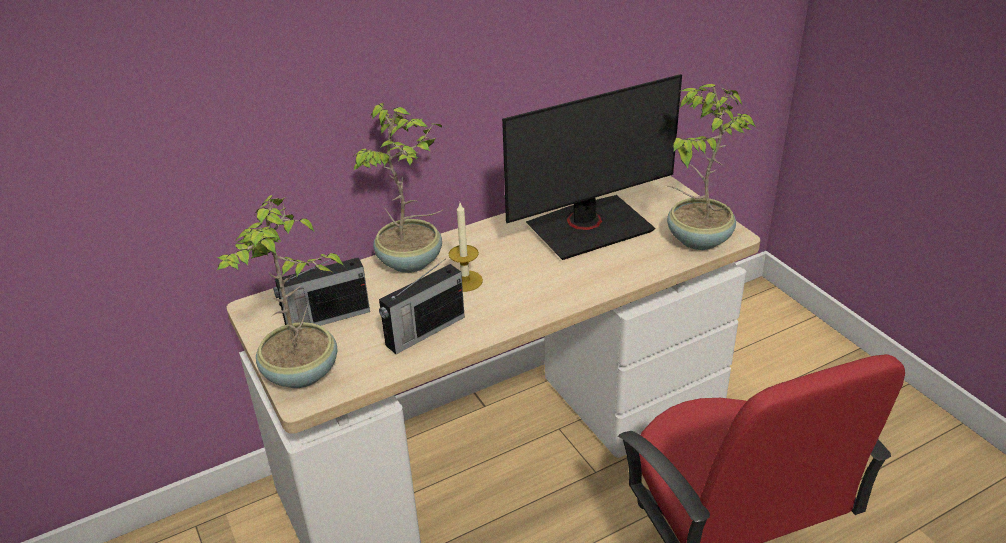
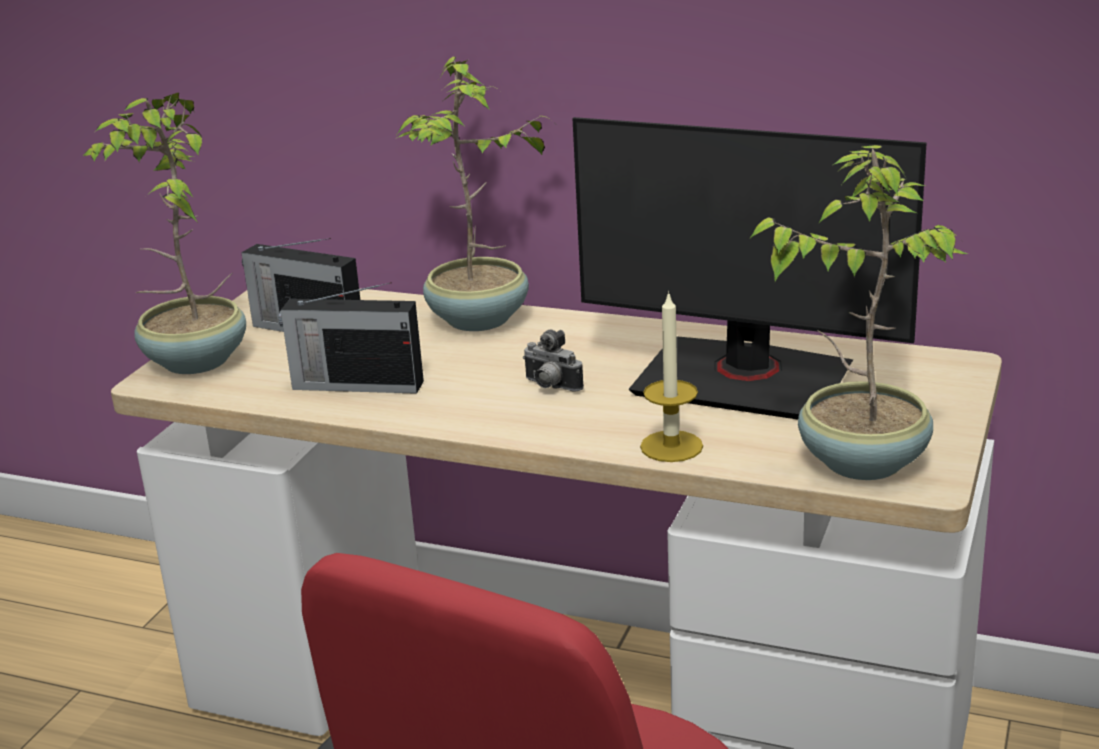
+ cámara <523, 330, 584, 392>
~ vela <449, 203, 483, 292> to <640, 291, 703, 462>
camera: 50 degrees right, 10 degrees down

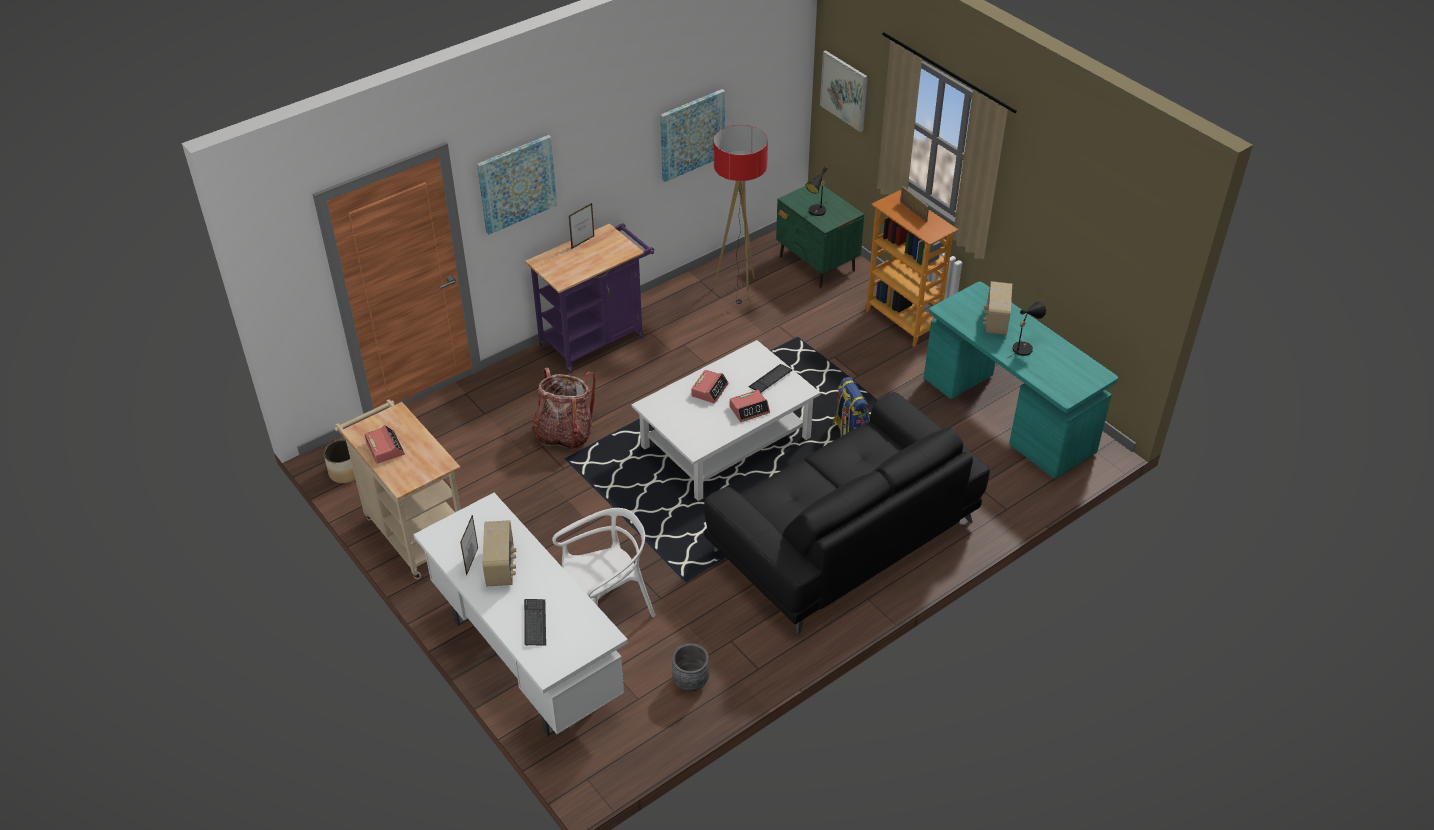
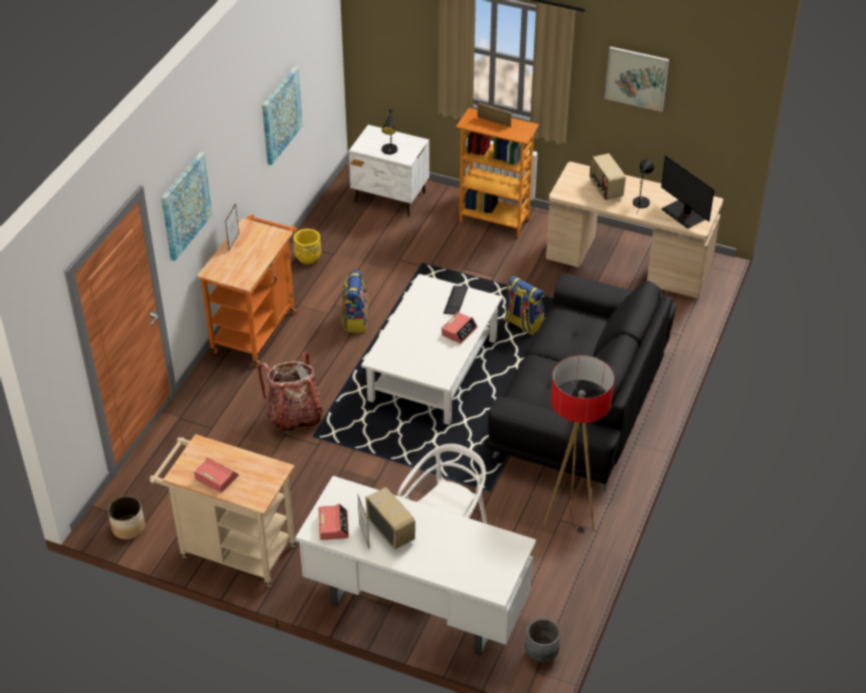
- teclado <524, 599, 546, 646>
+ maceta/amarillo <293, 229, 321, 264>
+ mochila <341, 270, 369, 333>
+ monitor <661, 156, 714, 229>
~ maceta/gris <672, 643, 709, 692> to <525, 618, 561, 663>
~ despertador <691, 370, 729, 404> to <319, 504, 349, 540>
~ lámpara de pie <713, 125, 768, 306> to <544, 355, 614, 534>
~ cuadro <820, 50, 868, 132> to <605, 46, 669, 112>
~ carrito/morado <525, 223, 654, 374> to carrito/naranja <197, 214, 297, 366>
~ mesita de noche/verde <776, 185, 864, 288> to mesita de noche/blanco <349, 125, 429, 217>
~ escritorio/turquesa <924, 281, 1118, 479> to escritorio/beis <546, 162, 723, 298>
camera: 30 degrees left, 0 degrees up

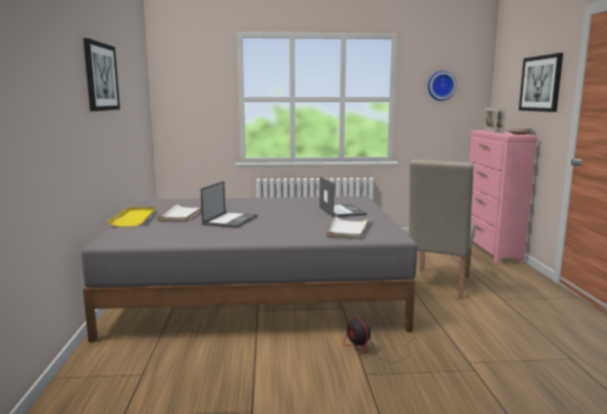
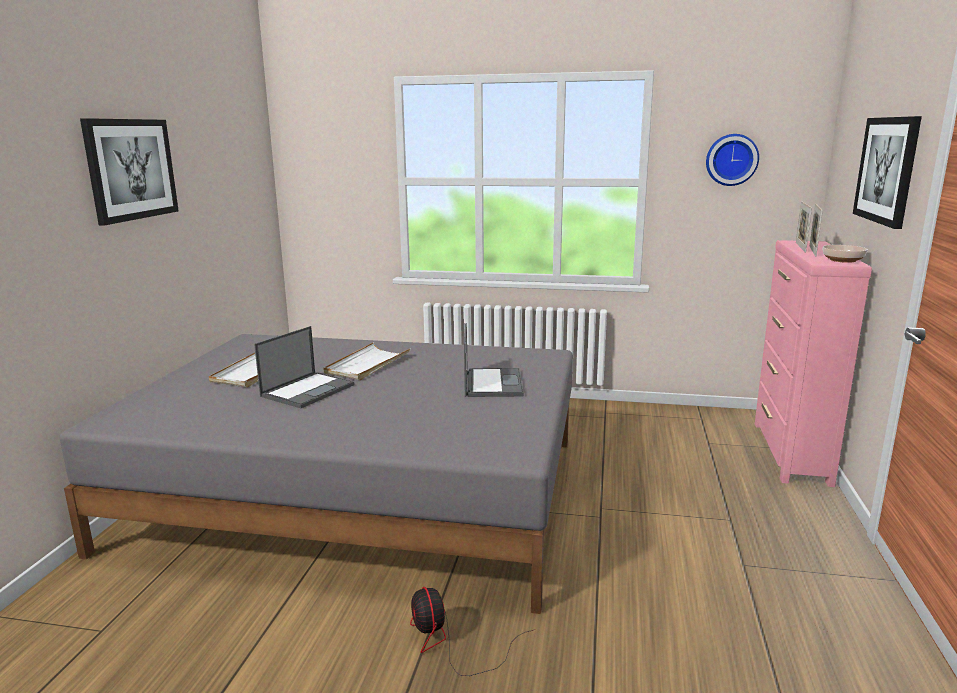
- bandeja/amarillo <107, 207, 157, 227>
- silla/beis <408, 160, 475, 299>
~ bandeja/blanco <327, 215, 370, 239> to <324, 342, 411, 380>
camera: 15 degrees right, 5 degrees up

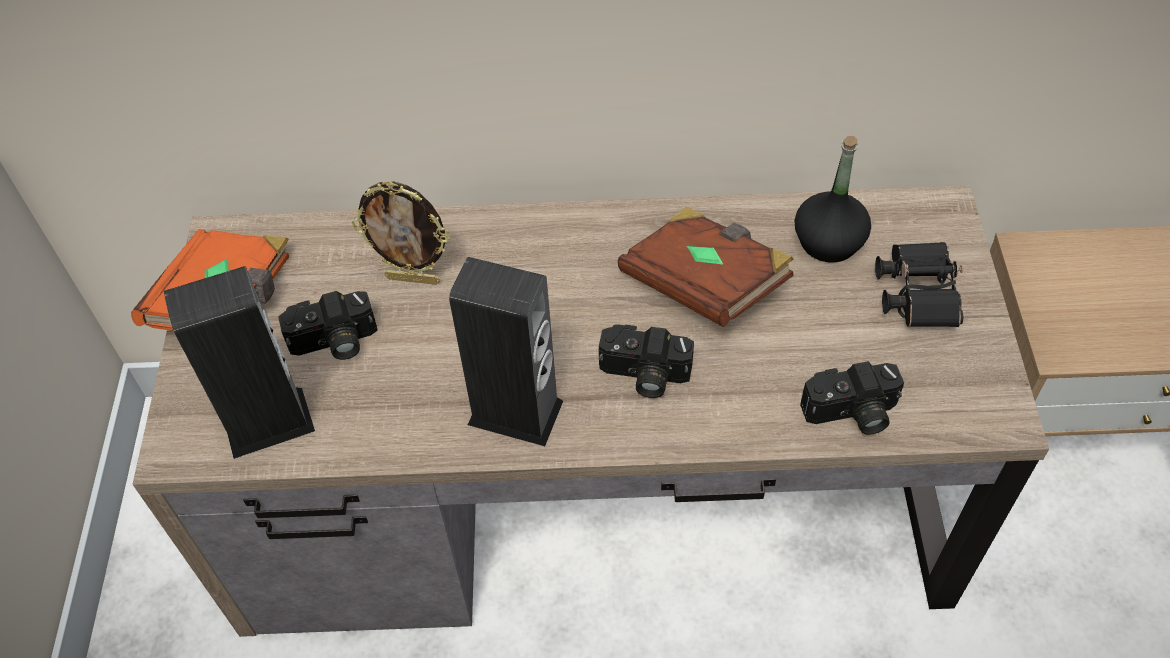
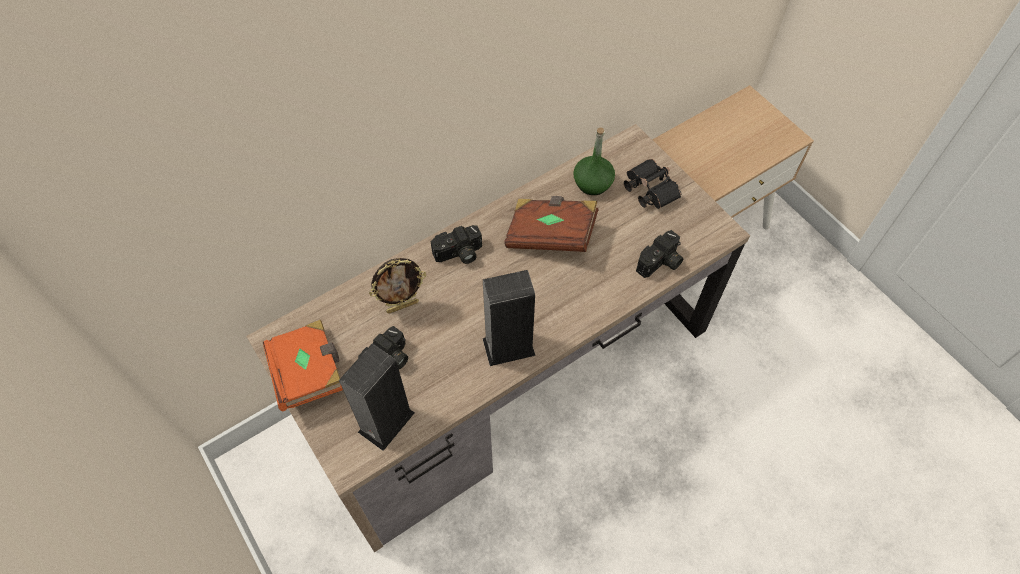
~ cámara <599, 324, 694, 398> to <431, 225, 482, 264>
~ botella/negro <795, 136, 871, 262> to botella/verde <573, 127, 615, 195>
camera: 35 degrees left, 5 degrees up

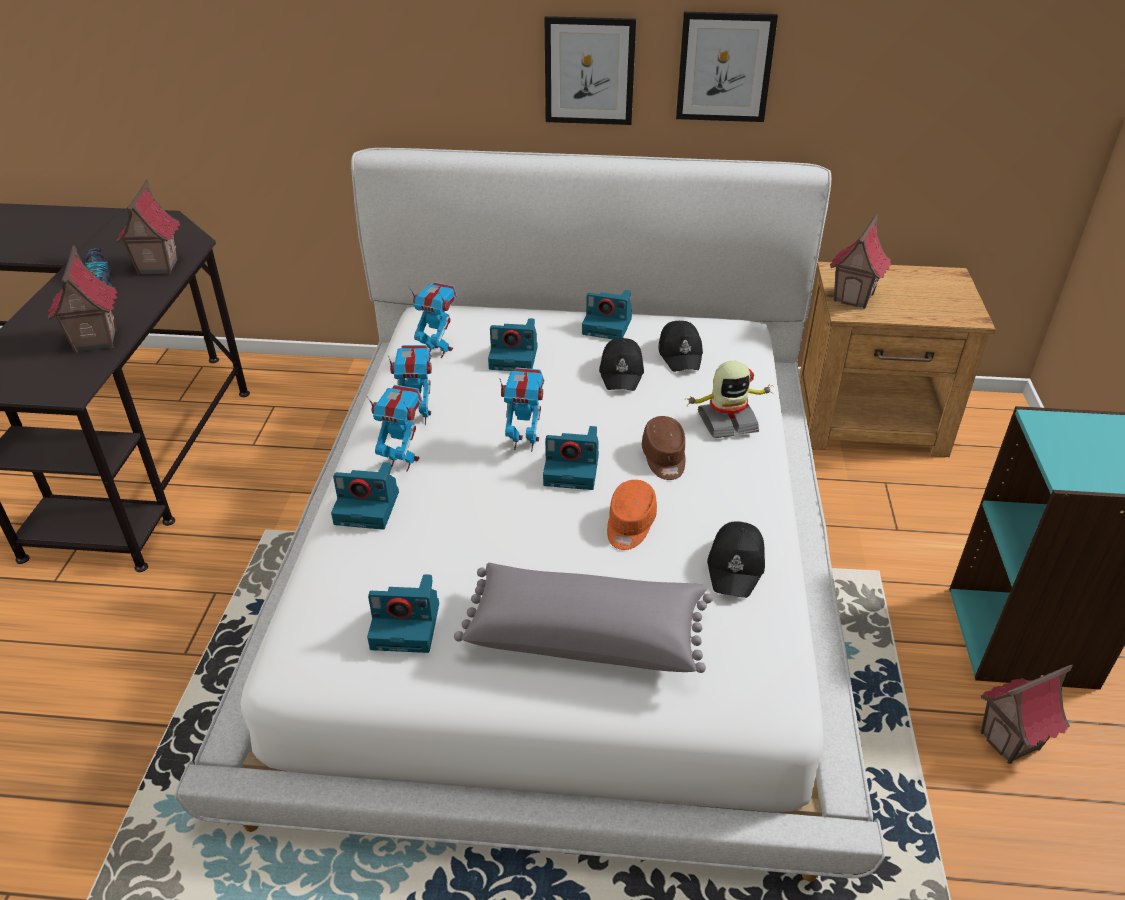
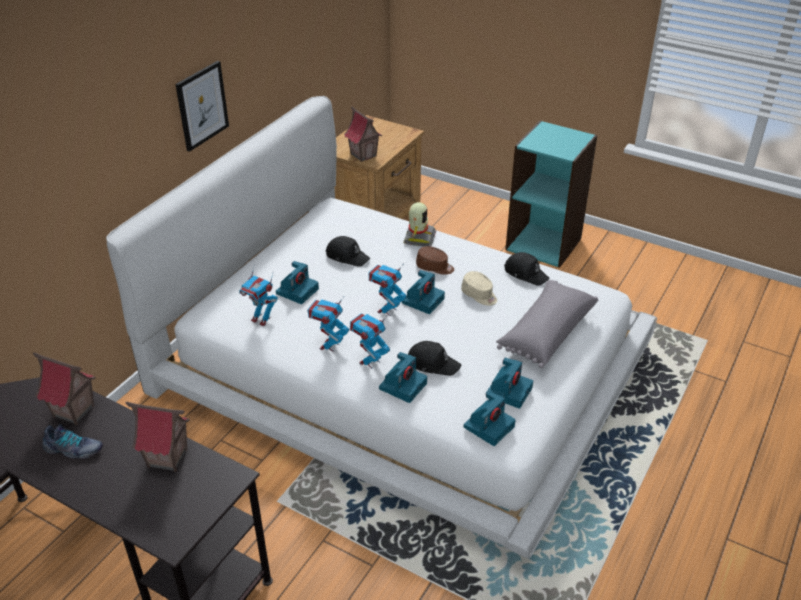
- cuadro <676, 12, 778, 122>
- casita <981, 665, 1073, 764>
~ cámara <582, 290, 632, 339> to <464, 391, 515, 446>
~ gorra/negro <659, 321, 703, 372> to <408, 341, 461, 376>
~ gorra/naranja <607, 480, 657, 550> to gorra/beis <461, 271, 497, 306>
~ robot de juguete <409, 282, 458, 358> = <239, 264, 278, 326> 105 degrees counterclockwise
camera: 65 degrees left, 0 degrees up

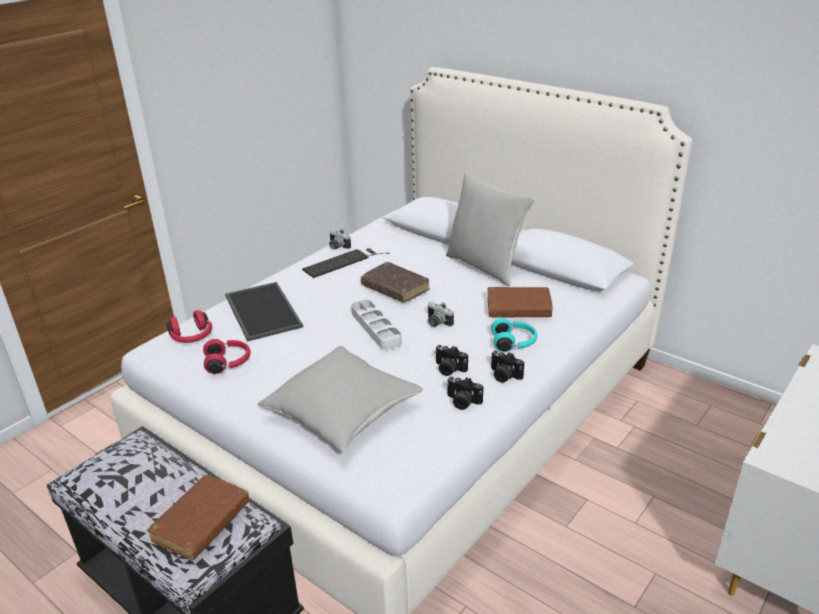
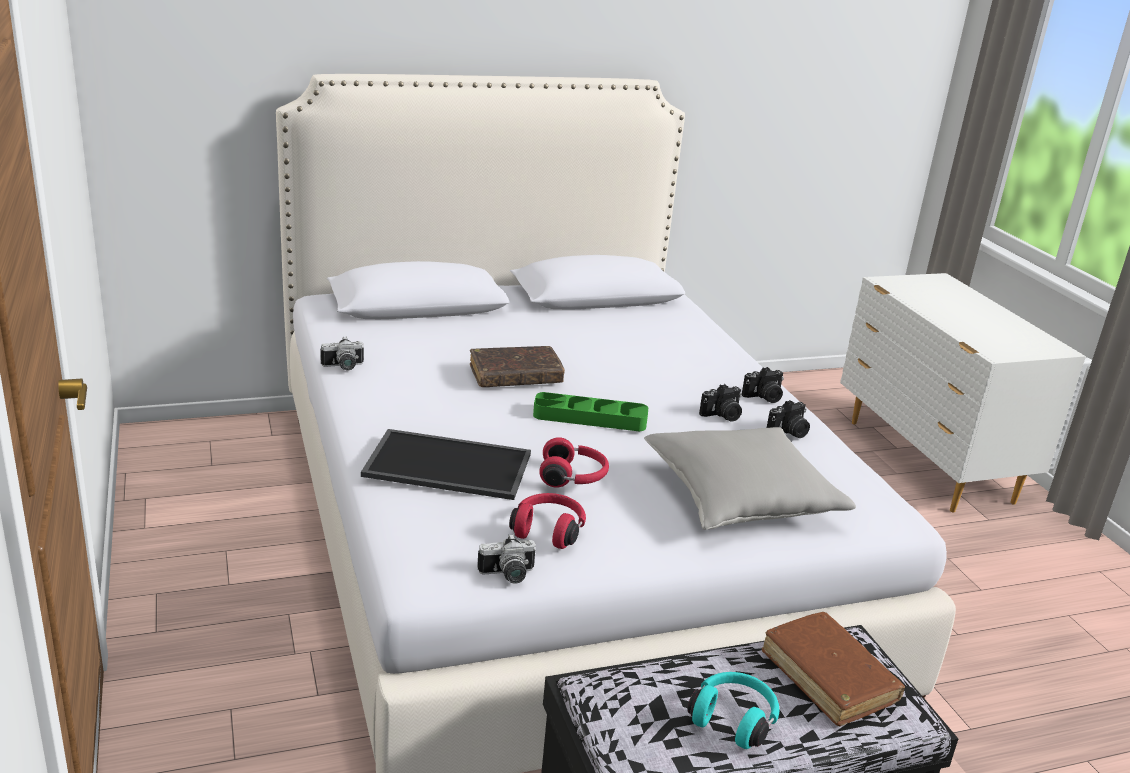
- teclado <302, 248, 390, 278>
- cojín/gris <446, 174, 534, 286>
- libro/marrón <488, 287, 553, 318>
~ auriculares/rojo <167, 310, 212, 343> to <540, 437, 609, 488>
~ cámara <427, 301, 454, 327> to <477, 534, 536, 584>
~ auriculares/turquesa <491, 318, 537, 352> to <687, 672, 780, 749>
~ bandeja/gris <351, 300, 402, 350> to bandeja/verde <533, 392, 648, 431>
camera: 60 degrees left, 5 degrees down

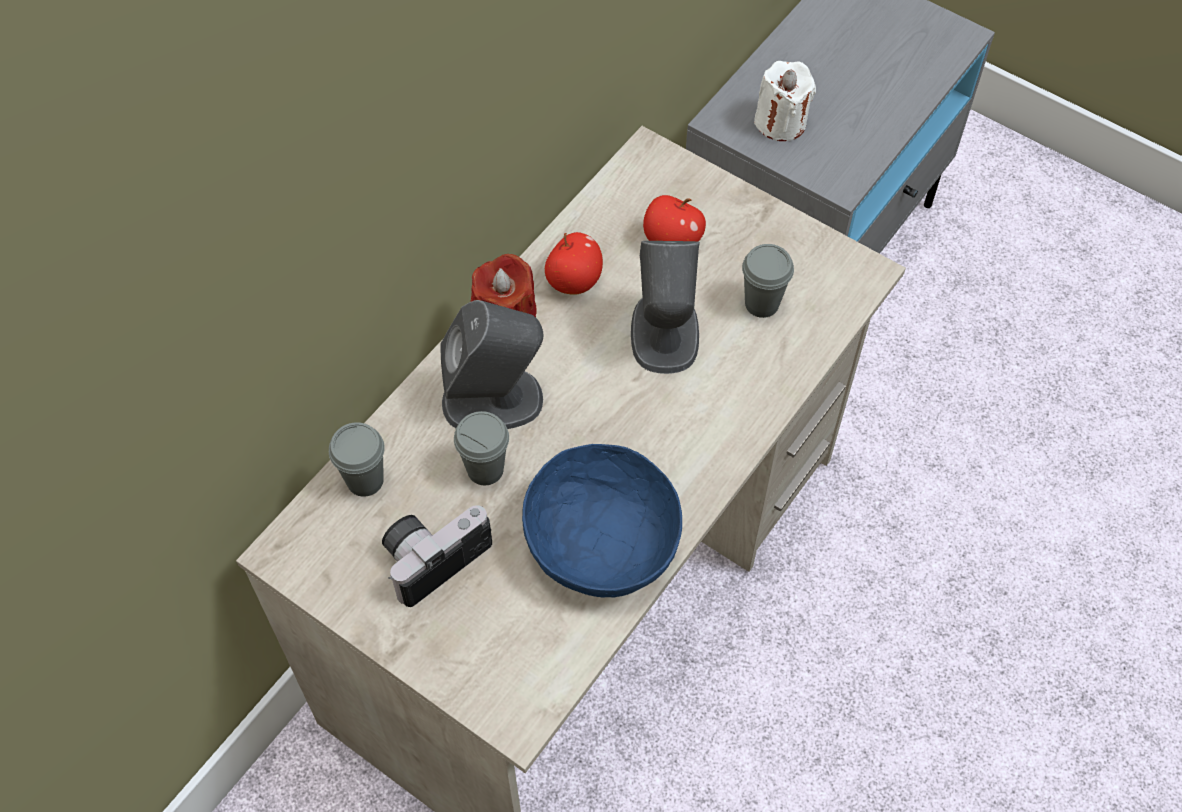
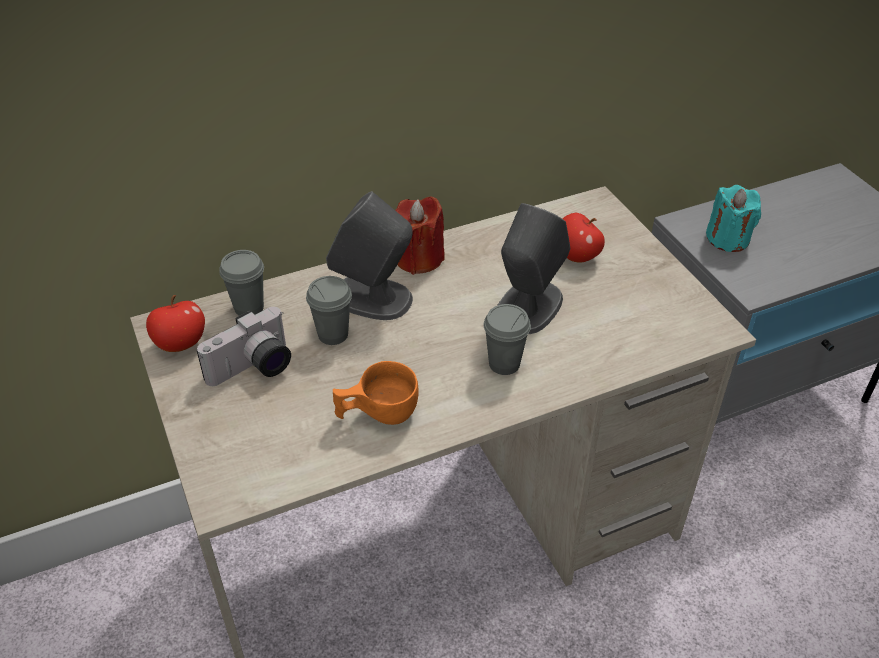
~ manzana <545, 232, 603, 295> to <146, 295, 205, 352>
~ taza/gris <742, 244, 794, 318> to <484, 304, 531, 375>
~ cuenco/azul <522, 444, 682, 597> to taza/naranja <333, 361, 418, 425>
~ vela/blanco <754, 61, 816, 141> to vela/turquesa <706, 185, 761, 252>
~ cámara <382, 505, 492, 607> = <197, 307, 291, 386> 150 degrees clockwise
camera: 30 degrees right, 15 degrees down

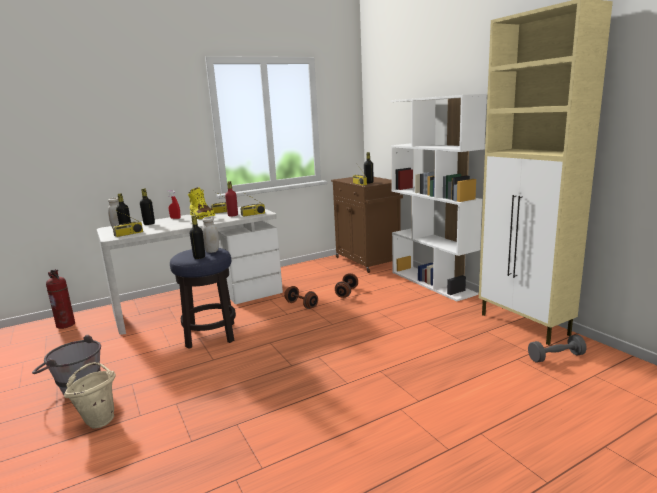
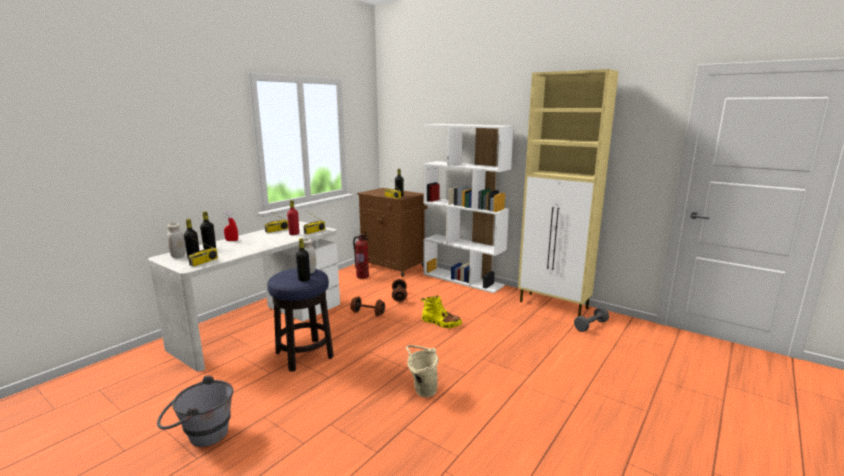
~ extintor <46, 269, 75, 329> to <353, 234, 369, 279>
~ cubo/beis <64, 362, 116, 428> to <406, 345, 439, 397>
~ bota/amarillo <188, 188, 215, 219> to <421, 295, 462, 328>
camera: 25 degrees left, 0 degrees up

